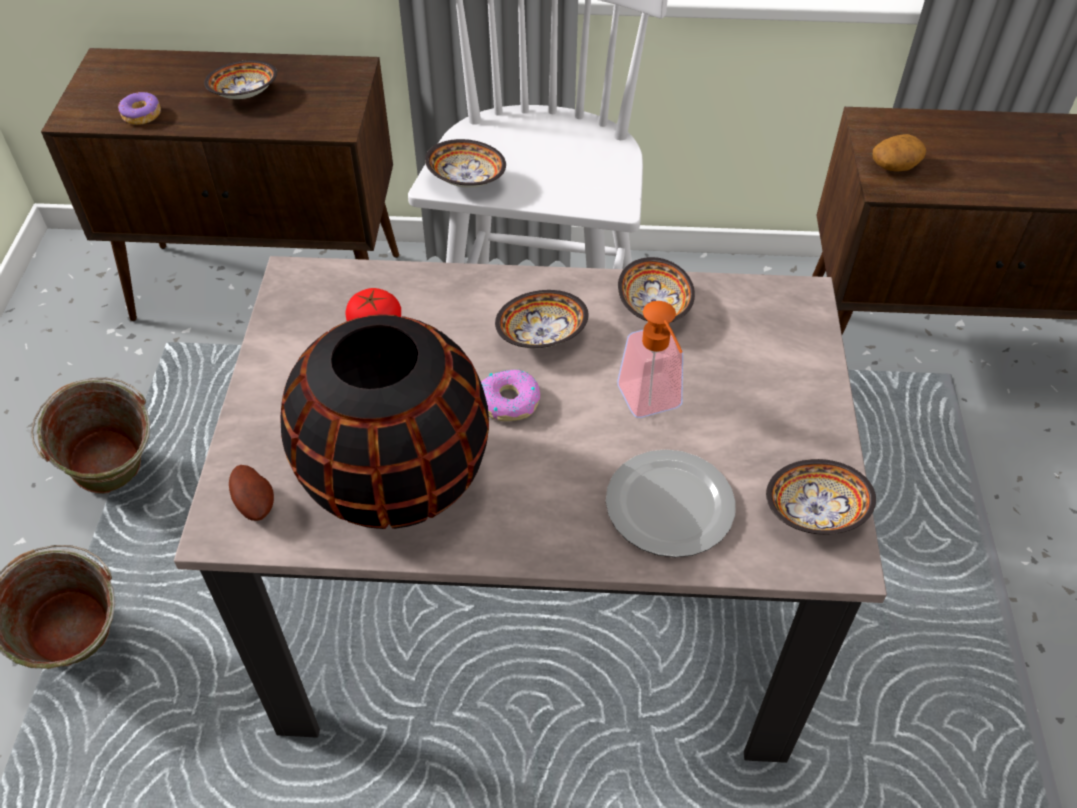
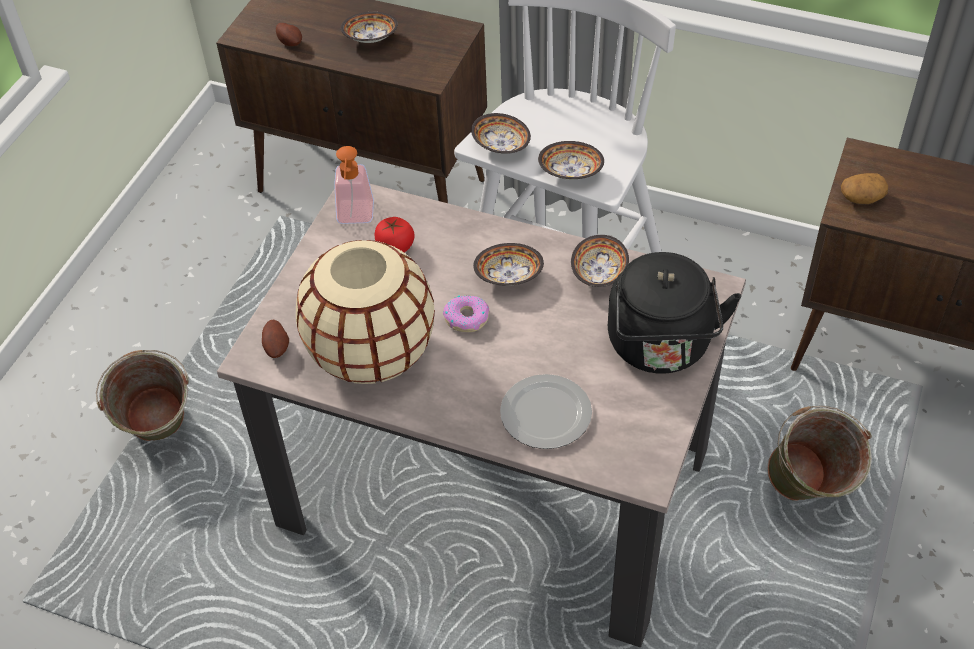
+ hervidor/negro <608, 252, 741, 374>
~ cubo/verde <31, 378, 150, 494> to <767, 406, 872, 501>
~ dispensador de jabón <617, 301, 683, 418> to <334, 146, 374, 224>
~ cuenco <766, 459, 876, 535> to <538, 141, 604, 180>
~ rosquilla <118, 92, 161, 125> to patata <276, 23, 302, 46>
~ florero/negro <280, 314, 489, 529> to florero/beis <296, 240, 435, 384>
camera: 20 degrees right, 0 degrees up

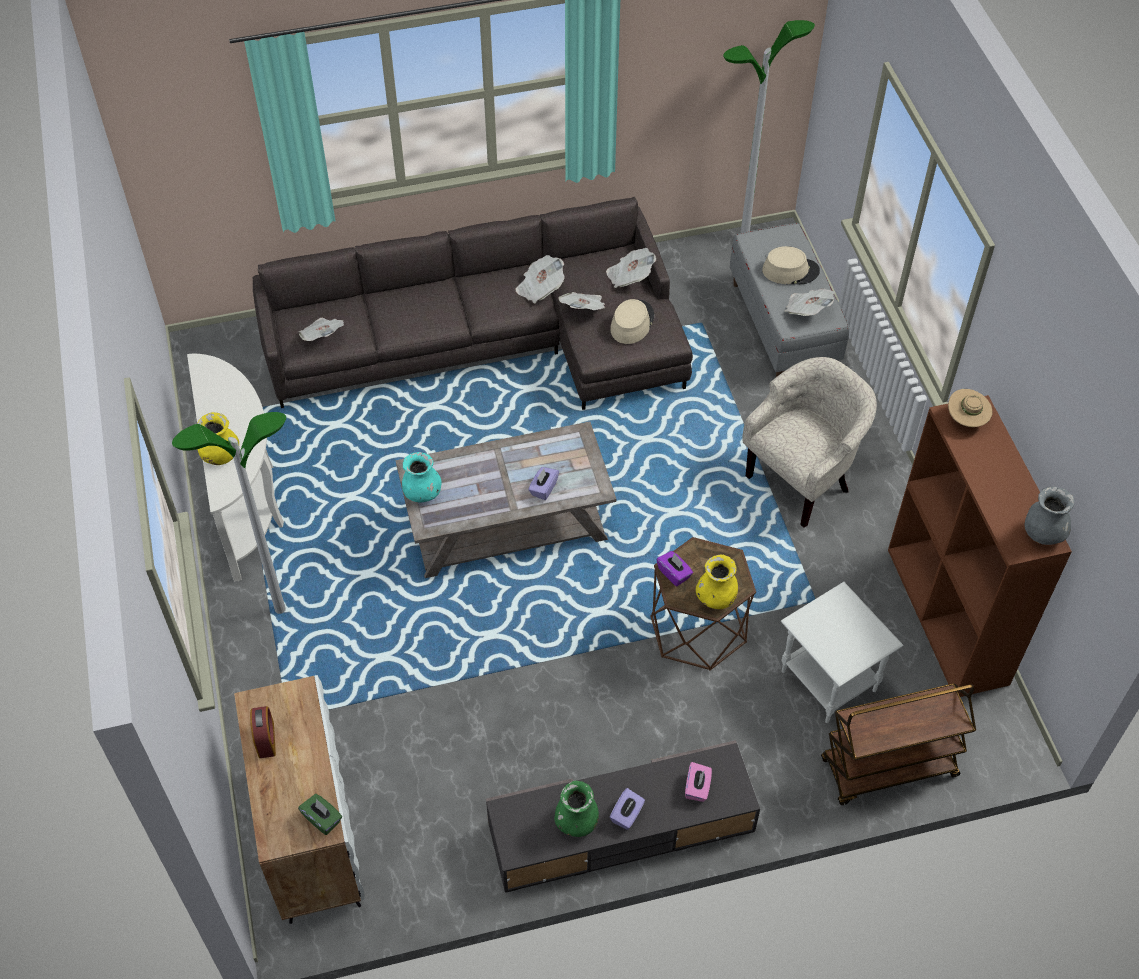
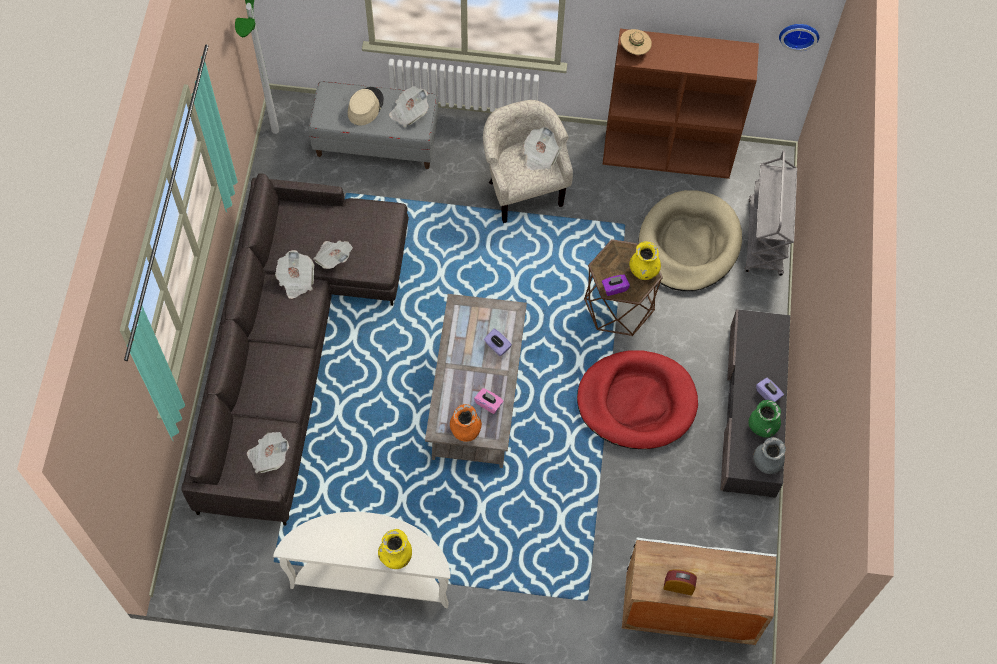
- lámpara de pie <172, 412, 286, 614>
- caja de pañuelos/verde <298, 794, 342, 835>
- sombrero/beis <610, 299, 654, 344>
+ cama para perro/rojo <577, 350, 698, 449>
+ reloj de pared <779, 24, 819, 51>
~ periódico <606, 248, 656, 288> to <523, 127, 562, 170>
~ caja de pañuelos/rosa <685, 762, 712, 802> to <474, 388, 504, 414>
~ florero/gris <1025, 487, 1074, 545> to <753, 437, 786, 474>
~ mesa auxiliar/blanco <781, 582, 903, 723> to cama para perro/beis <638, 190, 742, 291>
~ florero/turquesa <402, 452, 441, 502> to florero/naranja <450, 404, 482, 442>
~ carrito/marrón <821, 683, 976, 805> to carrito/gris <745, 151, 797, 276>
camera: 70 degrees left, 10 degrees up

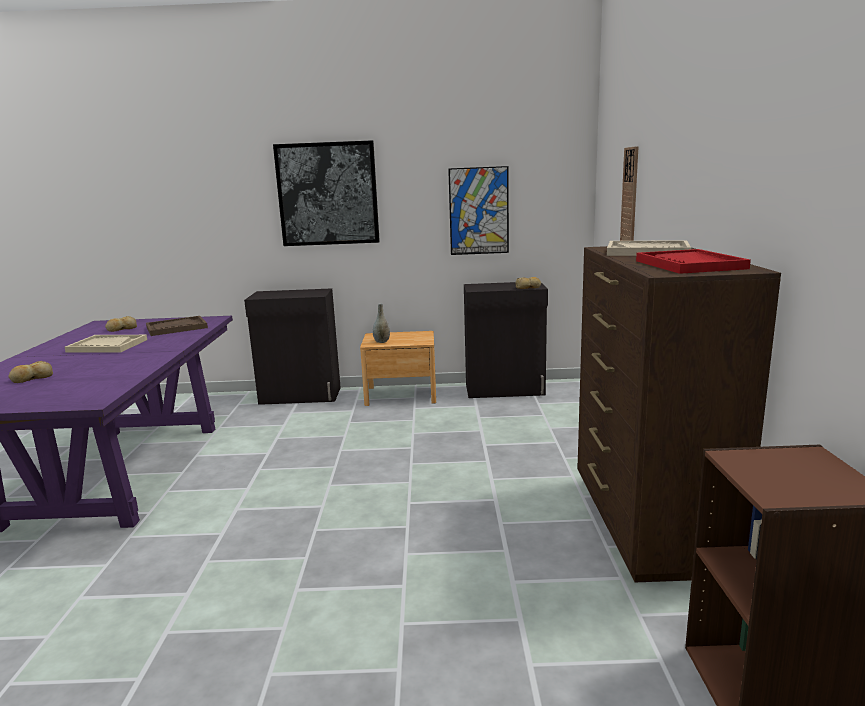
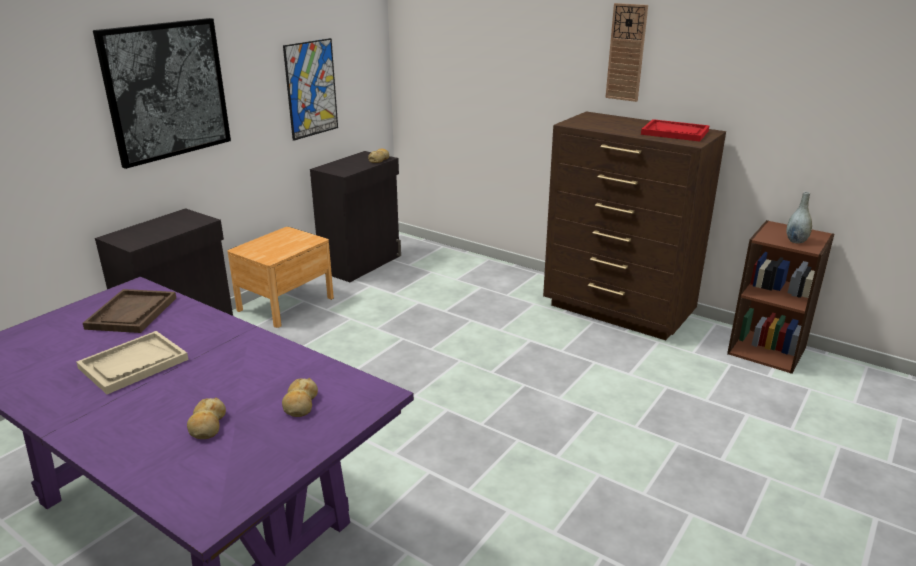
- bandeja/beis <607, 240, 691, 256>
~ pan <105, 316, 137, 332> to <282, 378, 318, 417>
~ florero/gris <373, 304, 390, 343> to <786, 192, 812, 243>
~ reloj de pared <620, 146, 638, 241> to <605, 3, 648, 102>
camera: 55 degrees left, 10 degrees up

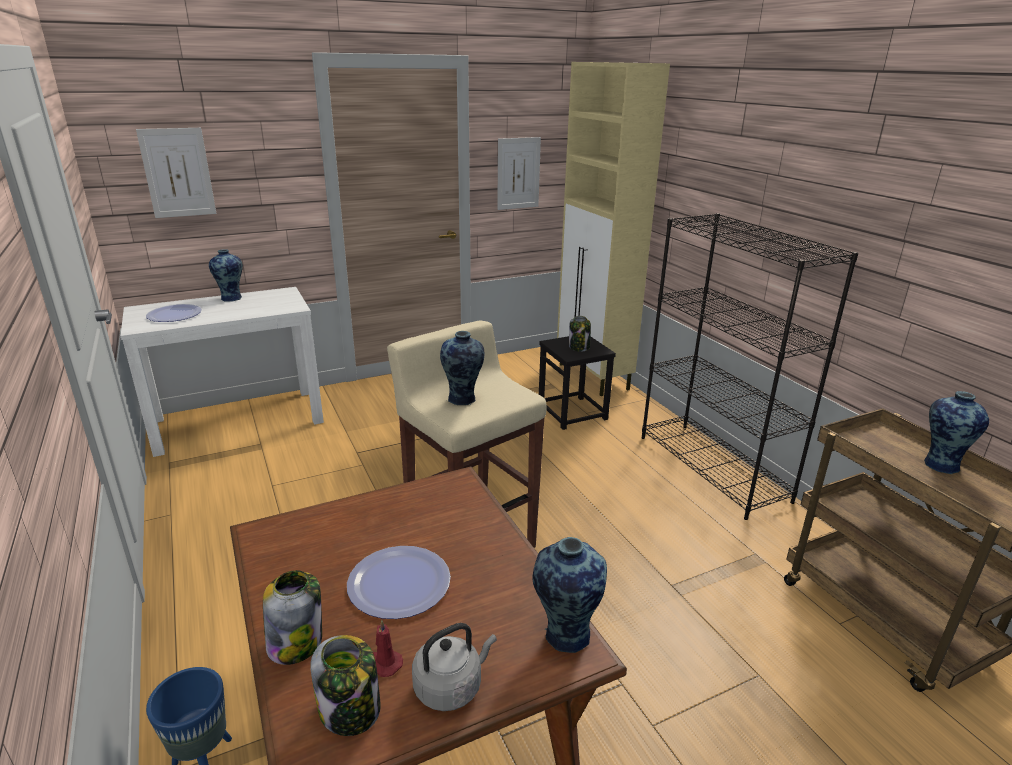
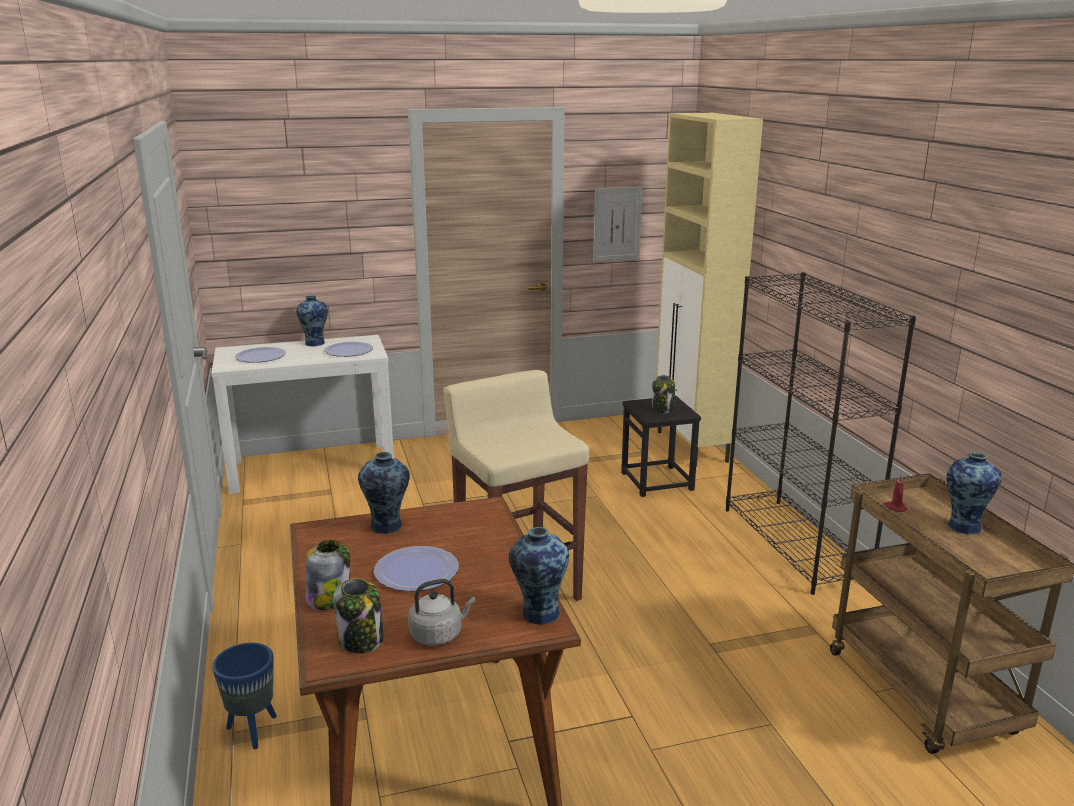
- cuadro <136, 128, 216, 218>
+ plato <324, 341, 373, 357>
~ vela/rojo <373, 620, 403, 677> to <883, 475, 907, 512>
~ florero <440, 331, 484, 405> to <358, 452, 410, 534>
camera: 10 degrees right, 5 degrees down

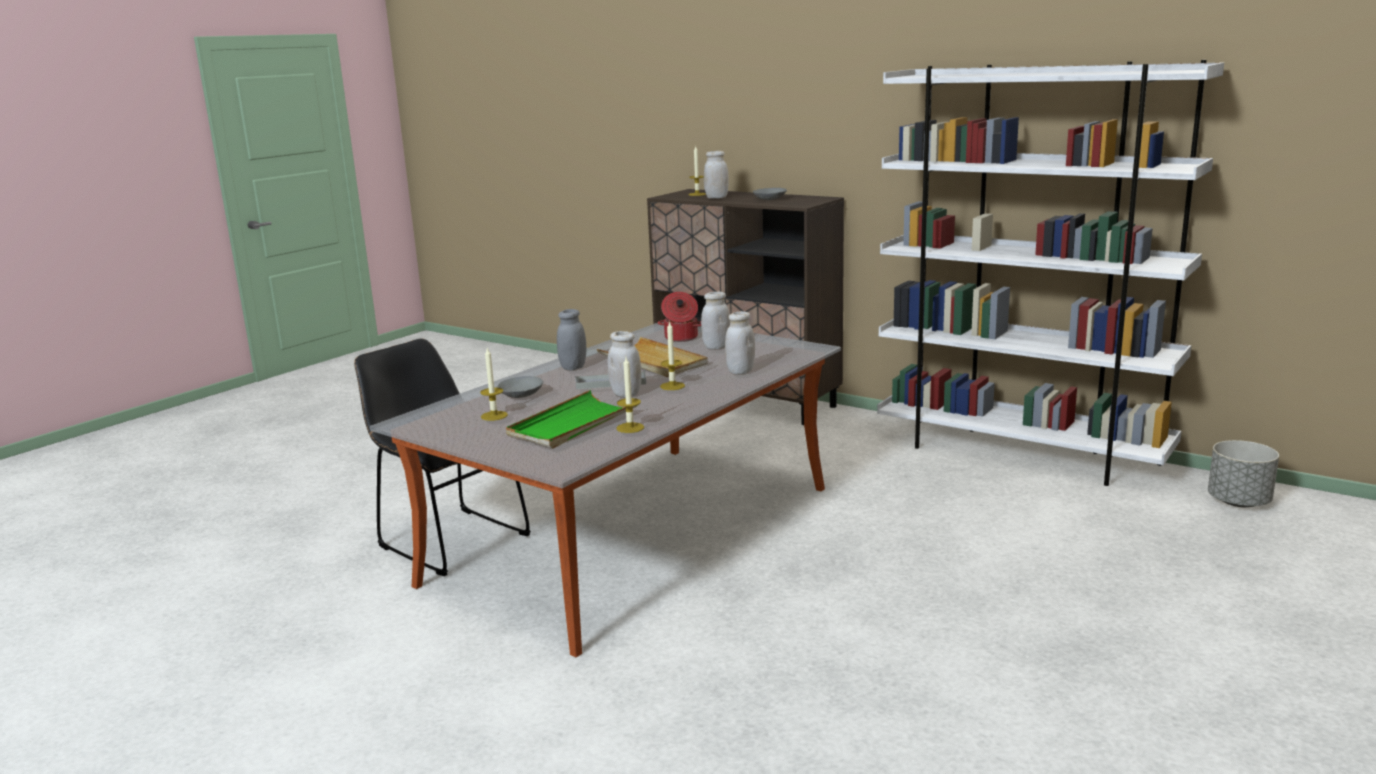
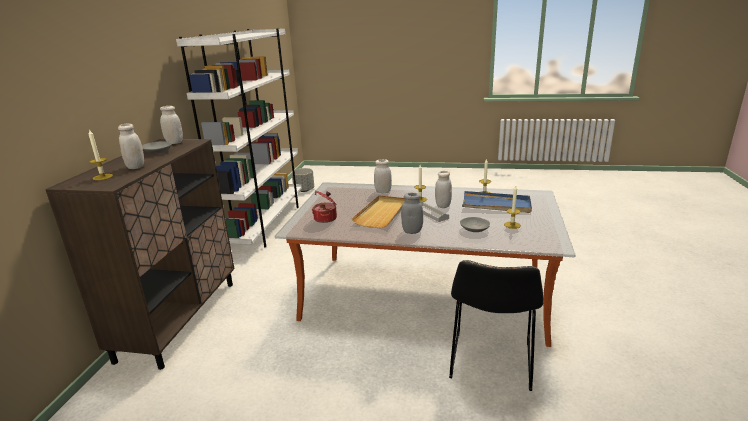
~ tarro/blanco <701, 291, 730, 349> to <160, 106, 183, 144>
~ bandeja/verde <506, 390, 638, 448> to bandeja/azul <462, 191, 532, 213>
camera: 115 degrees left, 5 degrees up

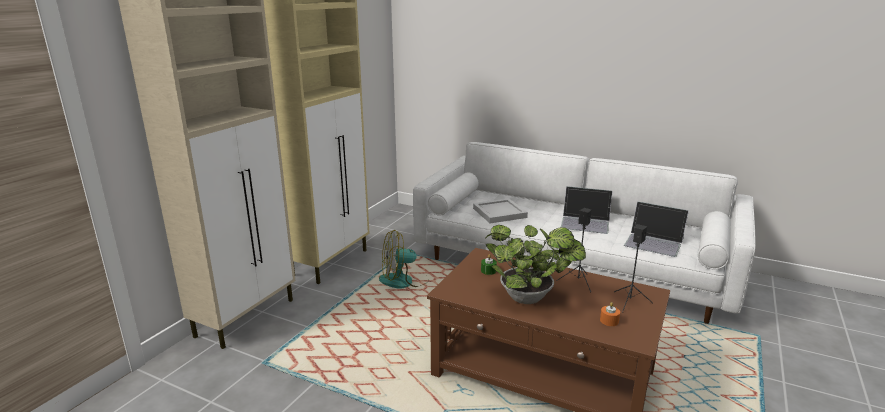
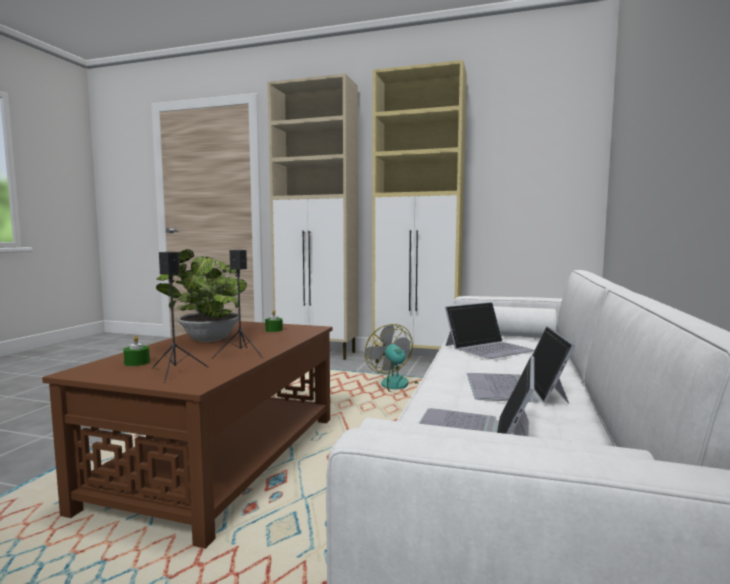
~ bandeja/blanco <473, 198, 528, 223> to portátil <445, 302, 535, 359>
~ vela/naranja <600, 302, 620, 326> to vela/verde <123, 336, 150, 366>
camera: 80 degrees right, 15 degrees down

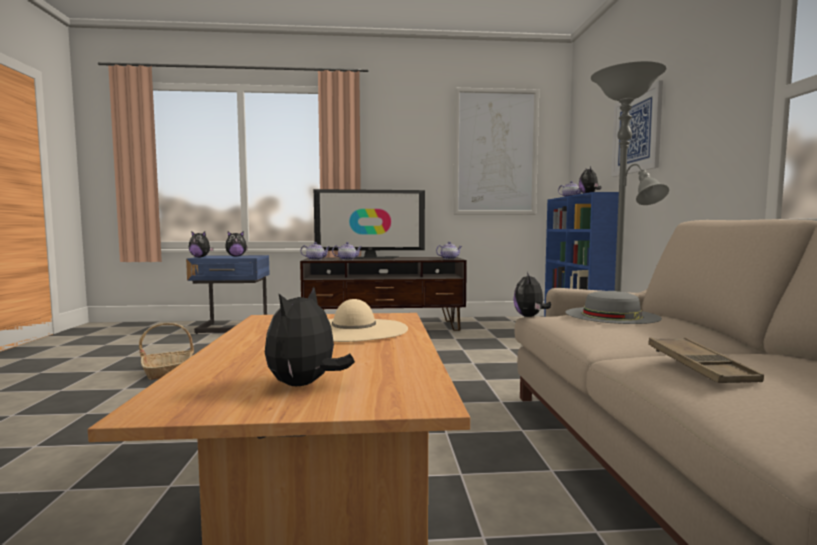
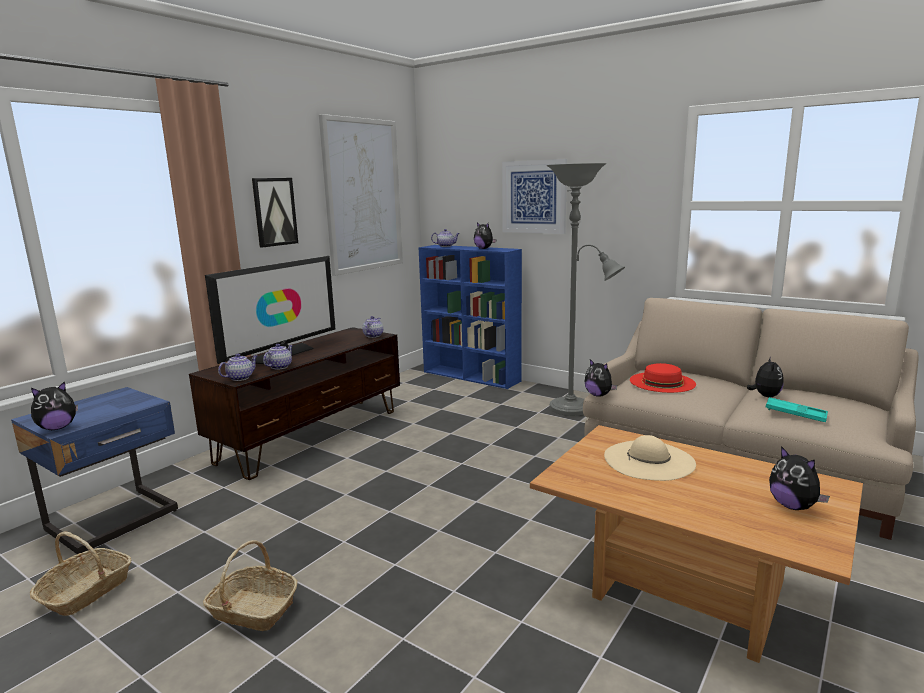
+ cesta <30, 532, 132, 616>
+ cuadro <252, 178, 298, 247>
~ peluche <225, 231, 248, 257> to <747, 357, 784, 397>
~ sombrero/gris <565, 291, 662, 324> to sombrero/rojo <630, 363, 696, 393>
~ bandeja/marrón <648, 338, 764, 383> to bandeja/turquesa <766, 397, 828, 422>
camera: 50 degrees left, 10 degrees up

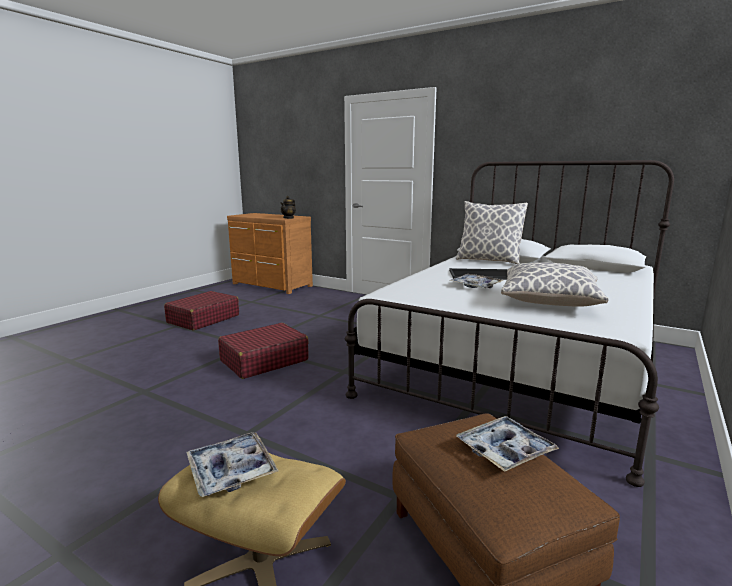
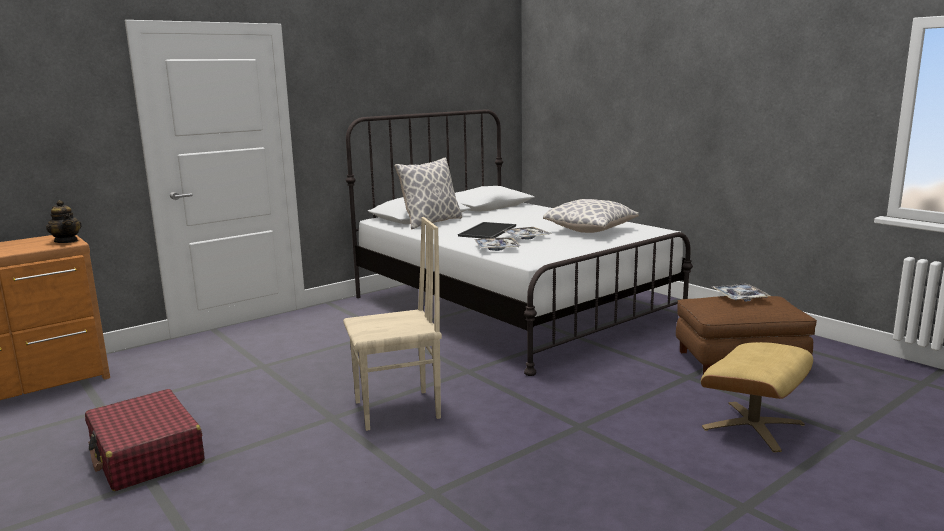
~ bandeja <186, 432, 279, 497> to <475, 237, 520, 251>
~ maleta/rojo <218, 323, 309, 379> to silla/beis <343, 217, 442, 431>
camera: 70 degrees left, 0 degrees up

